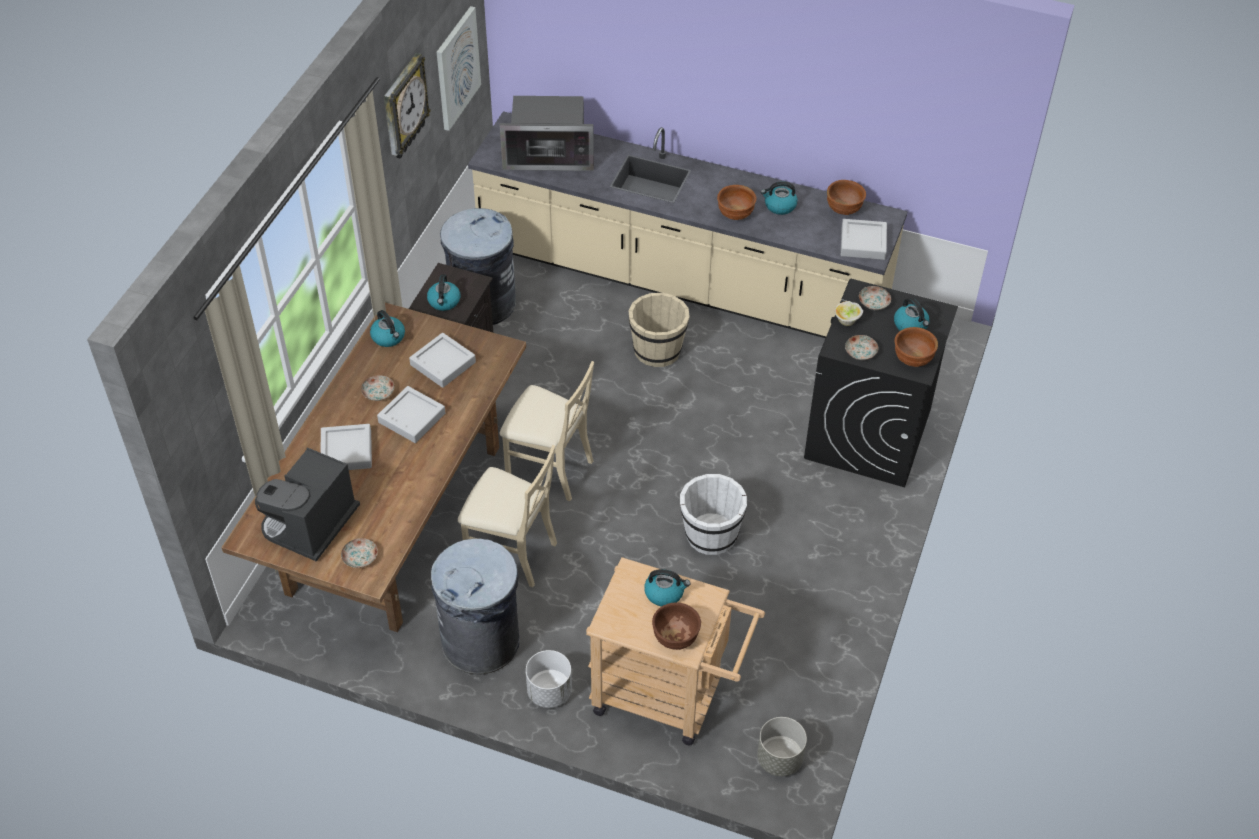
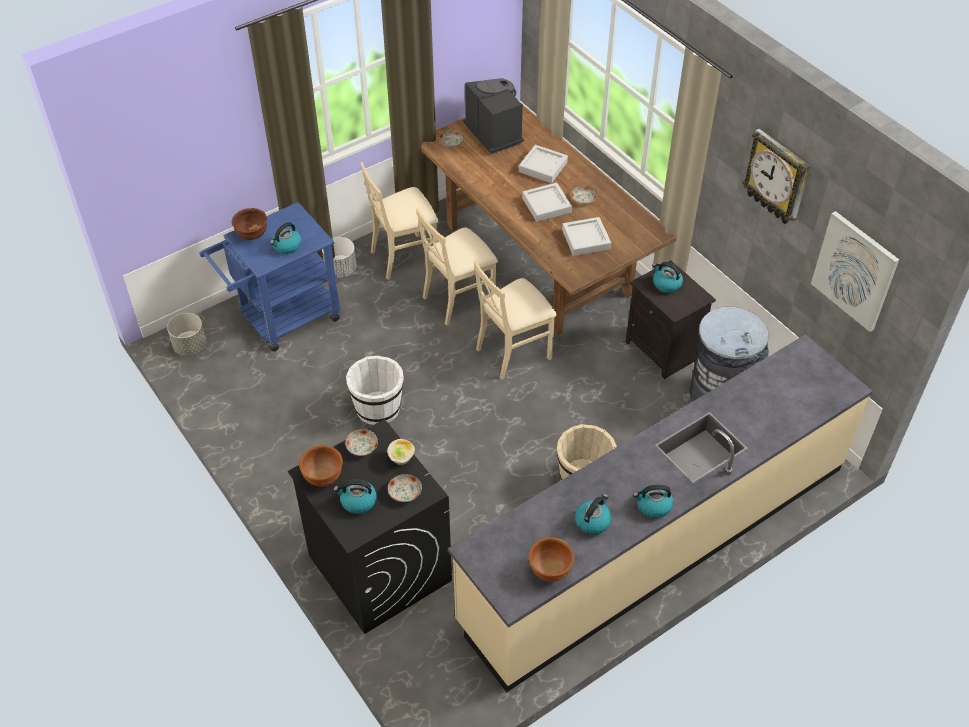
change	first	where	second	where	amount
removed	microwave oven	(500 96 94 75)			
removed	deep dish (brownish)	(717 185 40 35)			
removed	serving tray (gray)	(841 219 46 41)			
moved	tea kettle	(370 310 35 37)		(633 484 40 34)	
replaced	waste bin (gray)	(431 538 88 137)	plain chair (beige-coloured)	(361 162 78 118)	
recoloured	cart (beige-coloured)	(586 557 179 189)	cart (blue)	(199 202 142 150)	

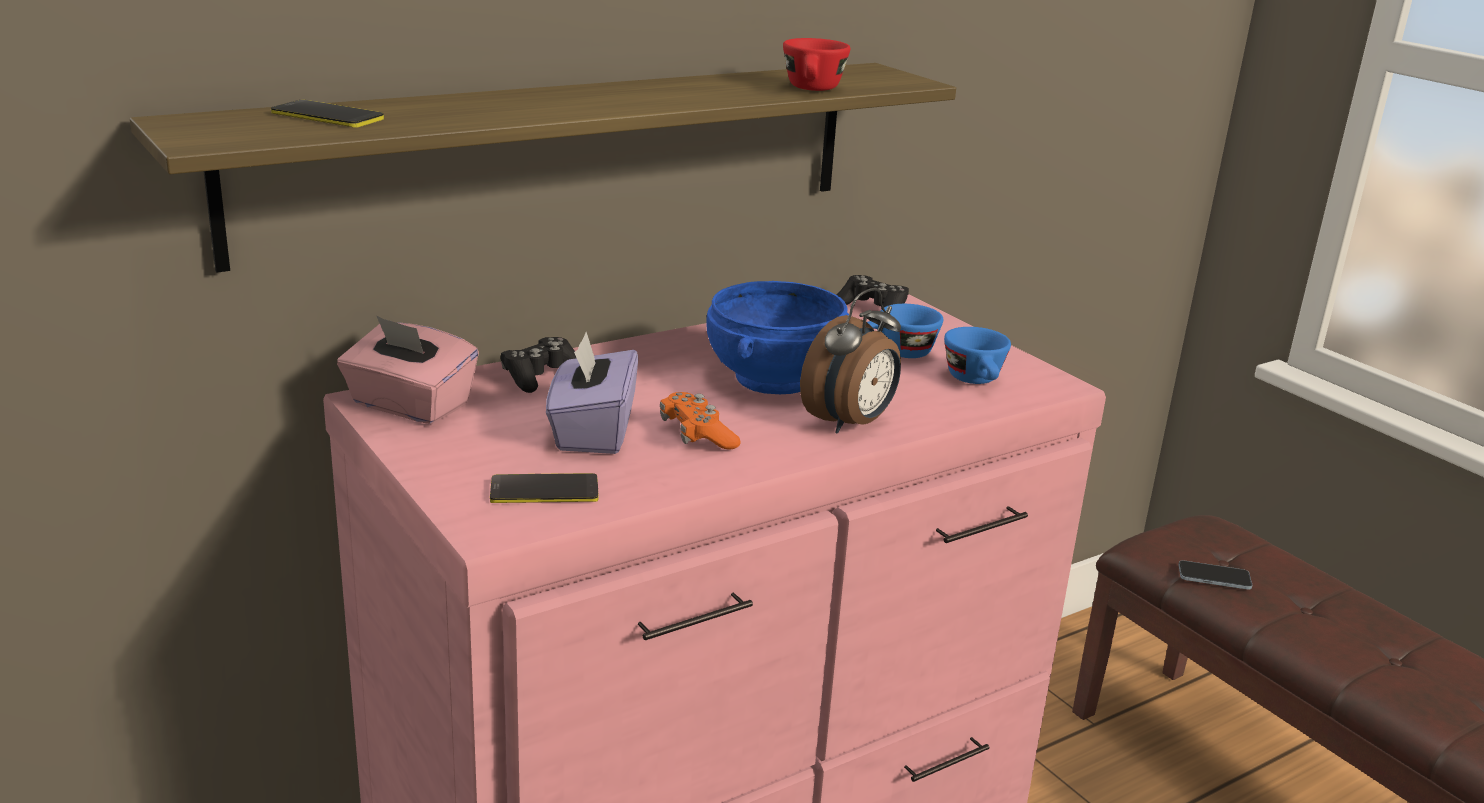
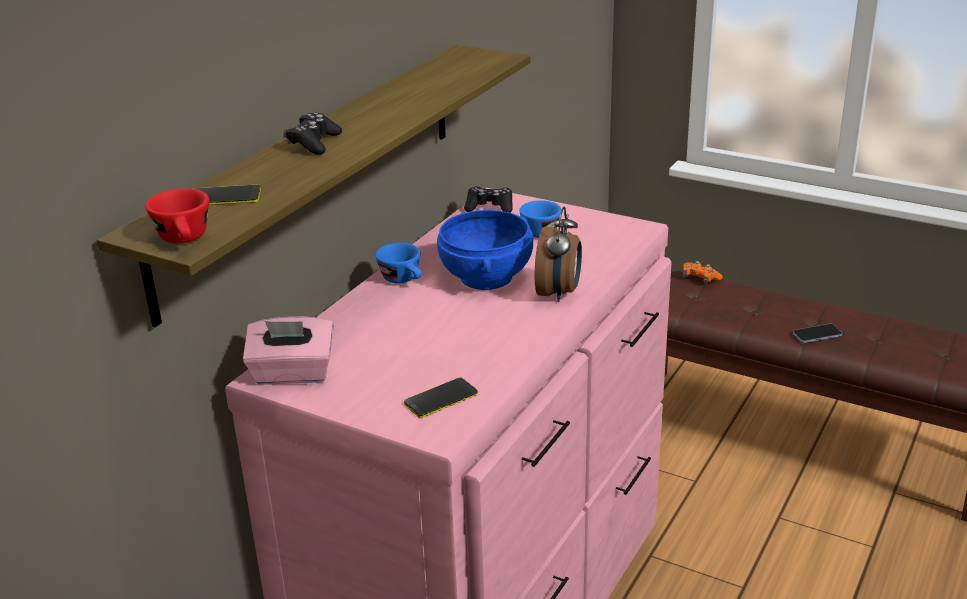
change	first	where	second	where	amount
removed	box of tissues (purple-coloured)	(546 332 92 122)			
moved	gamepad (black)	(501 337 75 56)		(286 113 56 42)	
moved	gamepad (orangey)	(660 392 81 57)		(683 261 40 22)	
moved	cup (reddish)	(783 38 67 53)		(145 188 64 56)	
moved	cup (blue)	(944 327 67 57)		(375 243 47 40)	
moved	phone	(1178 560 74 30)		(793 324 49 19)	

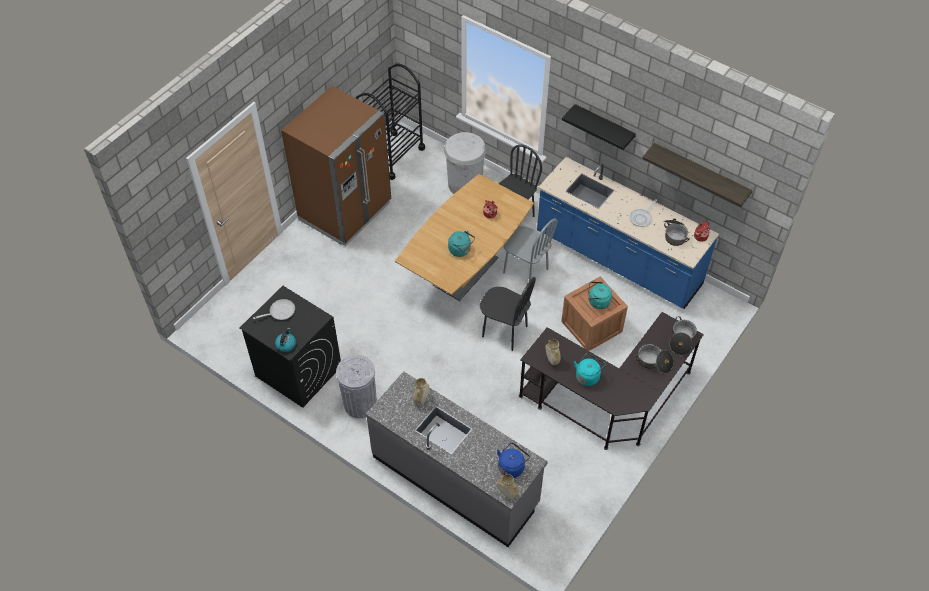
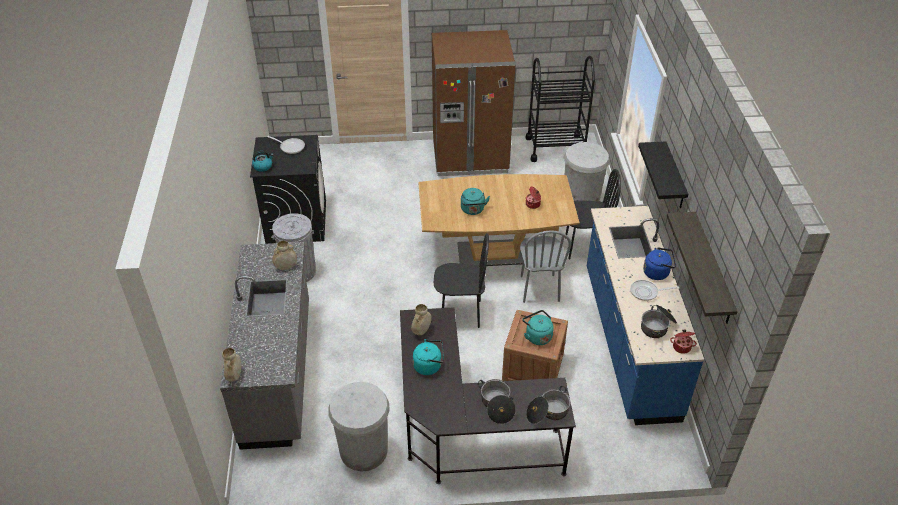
change	first	where	second	where	amount
added			waste bin (whitish)	(328 382 62 90)	
moved	tea kettle (blue)	(497 443 33 35)		(643 247 33 33)	
turned	plain chair (black)	(480 277 56 74)		(434 233 55 95)	75 degrees counterclockwise

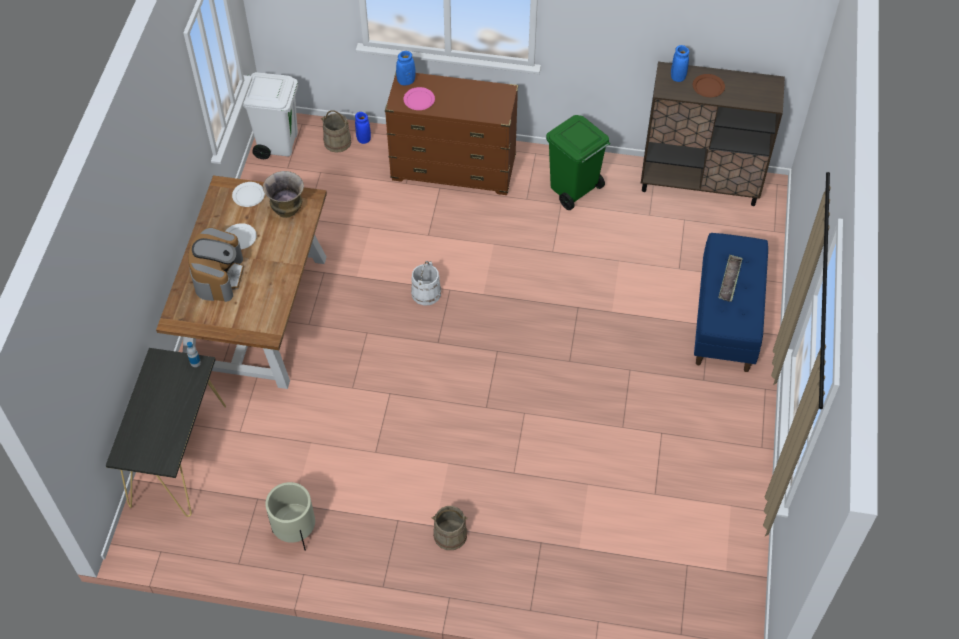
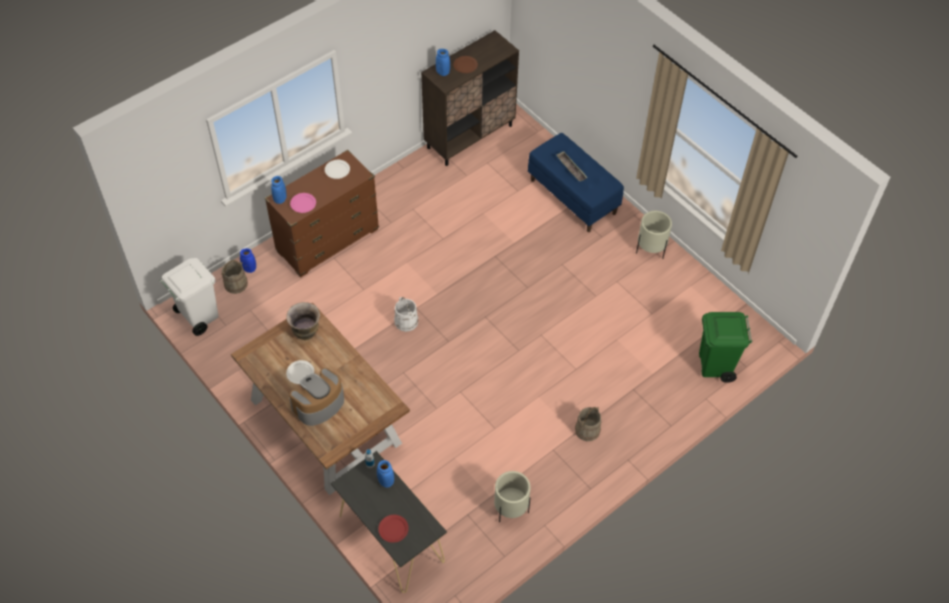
change	first	where	second	where	amount
added			flower vase (blue)	(377 460 17 27)	
added			plate (reddish)	(378 515 31 28)	
added			plant pot (beige-coloured)	(636 211 36 48)	
moved	plate (whitish)	(232 182 33 25)		(325 160 25 19)	
moved	waste bin (greenish)	(546 115 64 95)		(699 312 53 71)	
turned	coffee maker	(188 227 56 75)		(289 368 55 58)	90 degrees counterclockwise

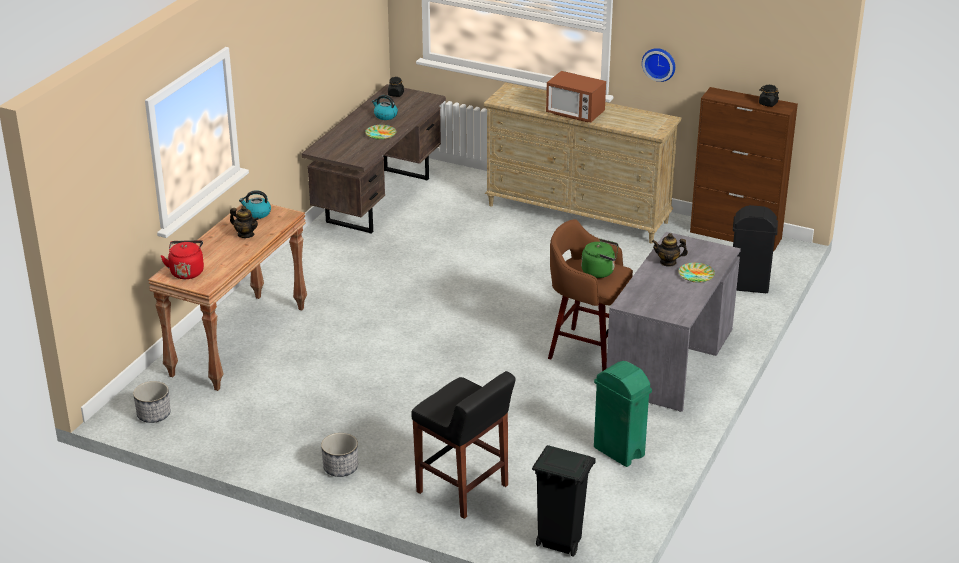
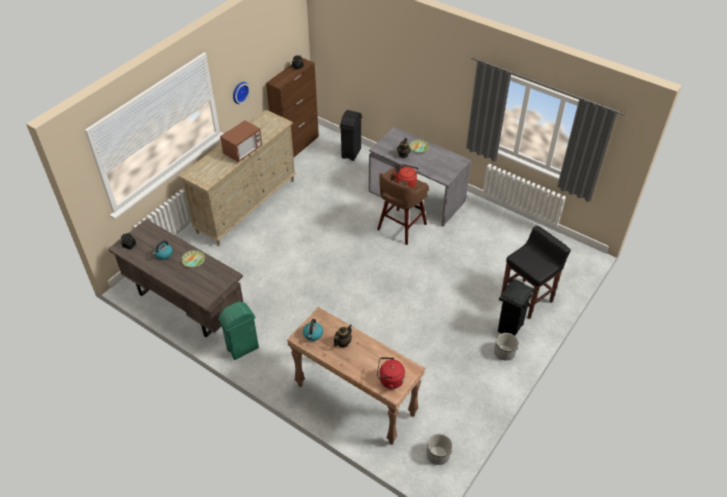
change	first	where	second	where	amount
moved	waste bin (black)	(532 445 64 112)		(498 279 38 56)	
moved	waste bin (greenish)	(594 361 58 106)		(218 302 41 58)	
recoloured	tea kettle (greenish)	(581 239 37 39)	tea kettle (reddish)	(393 164 26 24)	

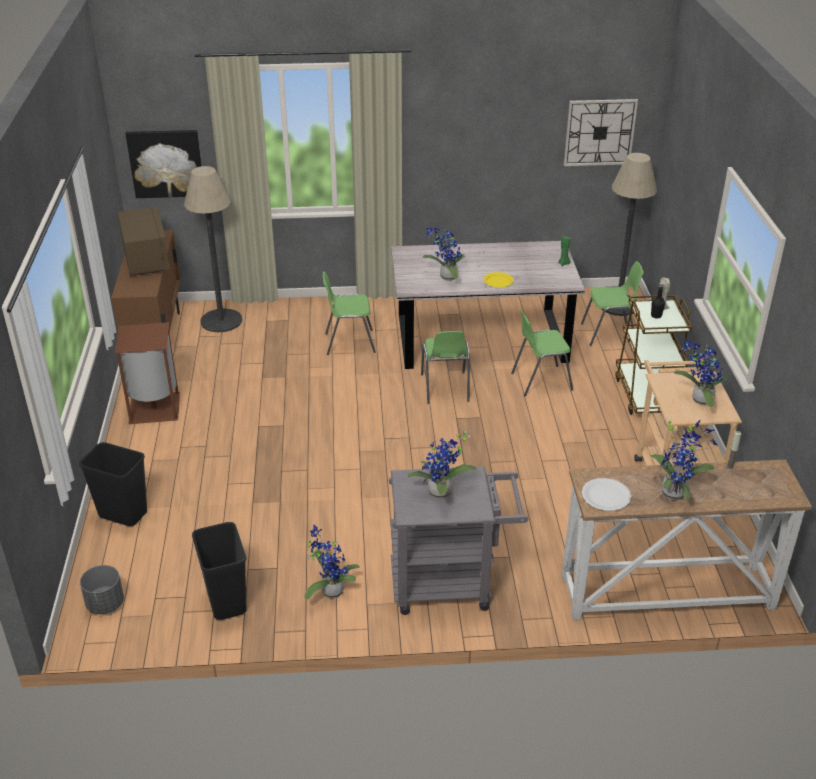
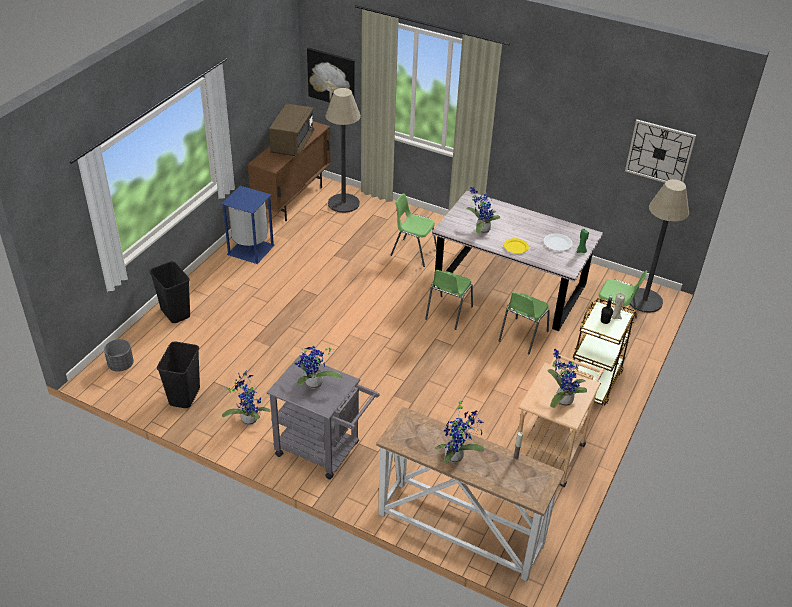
change	first	where	second	where	amount
moved	plate (whitish)	(582 478 49 33)		(543 233 29 18)	
recoloured	waste bin (brownish)	(115 322 65 102)	waste bin (blue)	(222 186 53 78)	
turned	plain chair (greenish)	(511 310 62 86)		(499 292 51 63)	75 degrees counterclockwise

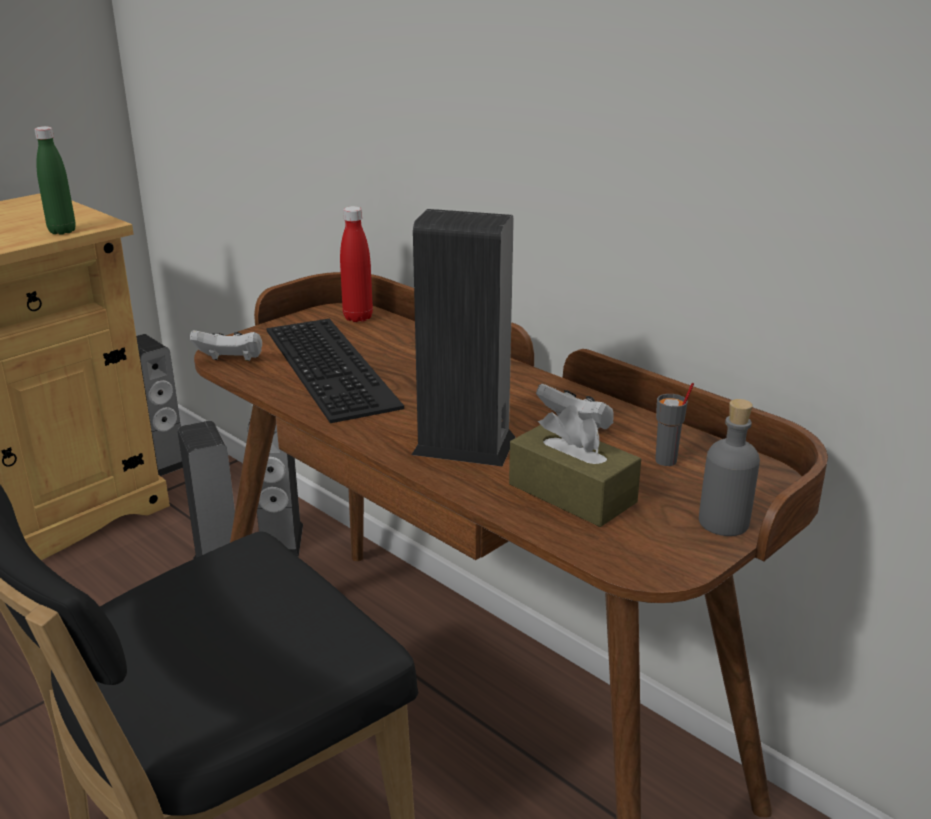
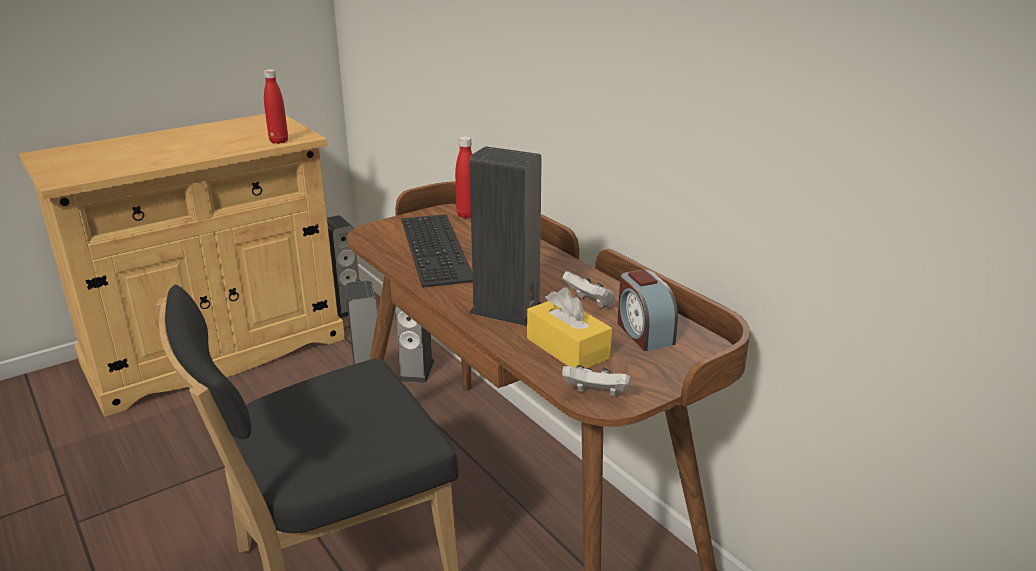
change	first	where	second	where	amount
removed	drink bottle (gray)	(699 399 61 137)			
moved	gamepad (whitish)	(190 330 72 31)		(562 365 69 31)	
replaced	cup (gray)	(655 383 39 83)	bedside clock	(617 270 61 81)	
recoloured	drink bottle (greenish)	(34 126 41 109)	drink bottle (reddish)	(264 69 24 75)	
recoloured	box of tissues (brownish)	(509 405 132 122)	box of tissues (yellowish)	(527 287 85 81)	

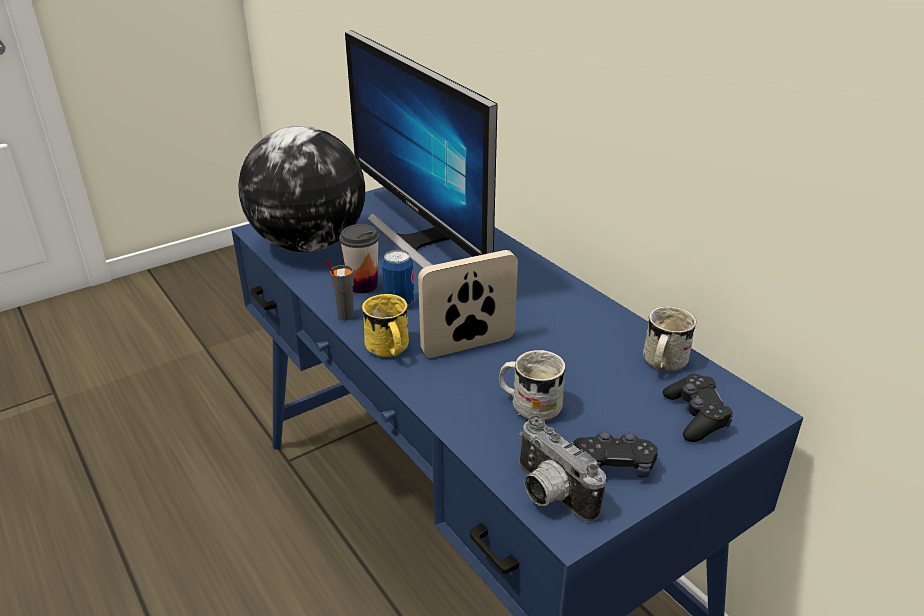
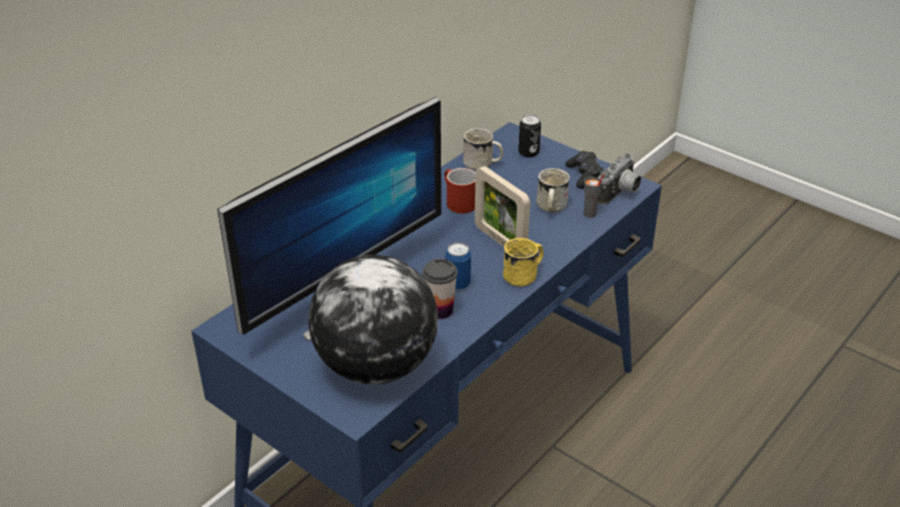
change	first	where	second	where	amount
added			mug (reddish)	(444 168 32 46)	
moved	cup (gray)	(326 259 28 61)		(584 174 20 44)	
replaced	gamepad (black)	(663 374 70 68)	metal can	(518 115 23 42)	

